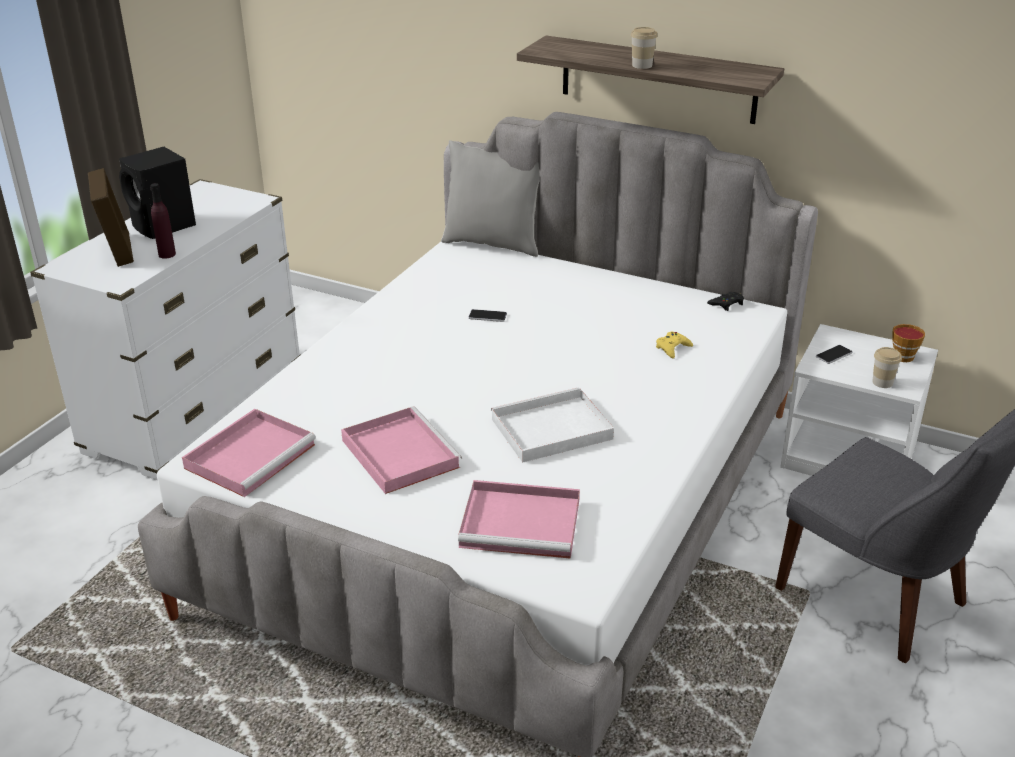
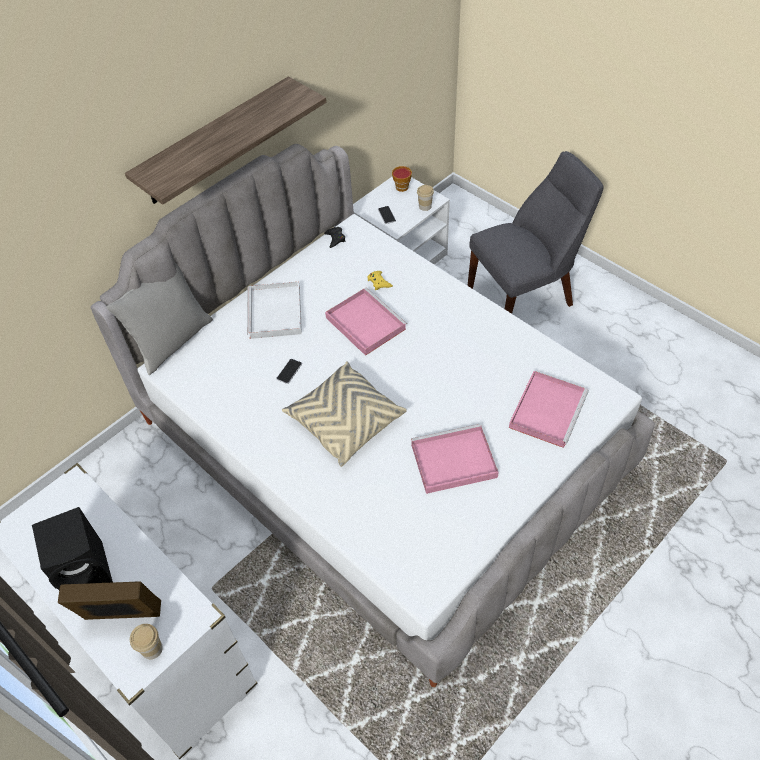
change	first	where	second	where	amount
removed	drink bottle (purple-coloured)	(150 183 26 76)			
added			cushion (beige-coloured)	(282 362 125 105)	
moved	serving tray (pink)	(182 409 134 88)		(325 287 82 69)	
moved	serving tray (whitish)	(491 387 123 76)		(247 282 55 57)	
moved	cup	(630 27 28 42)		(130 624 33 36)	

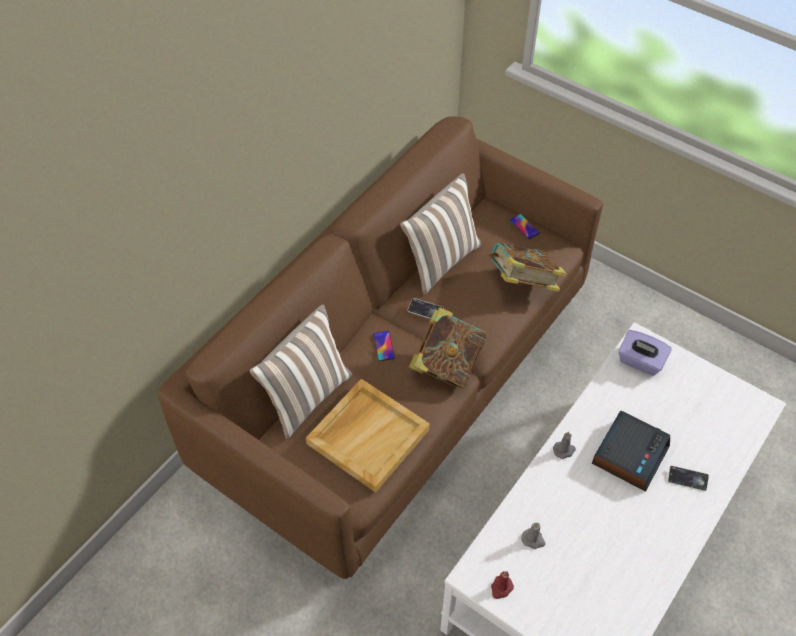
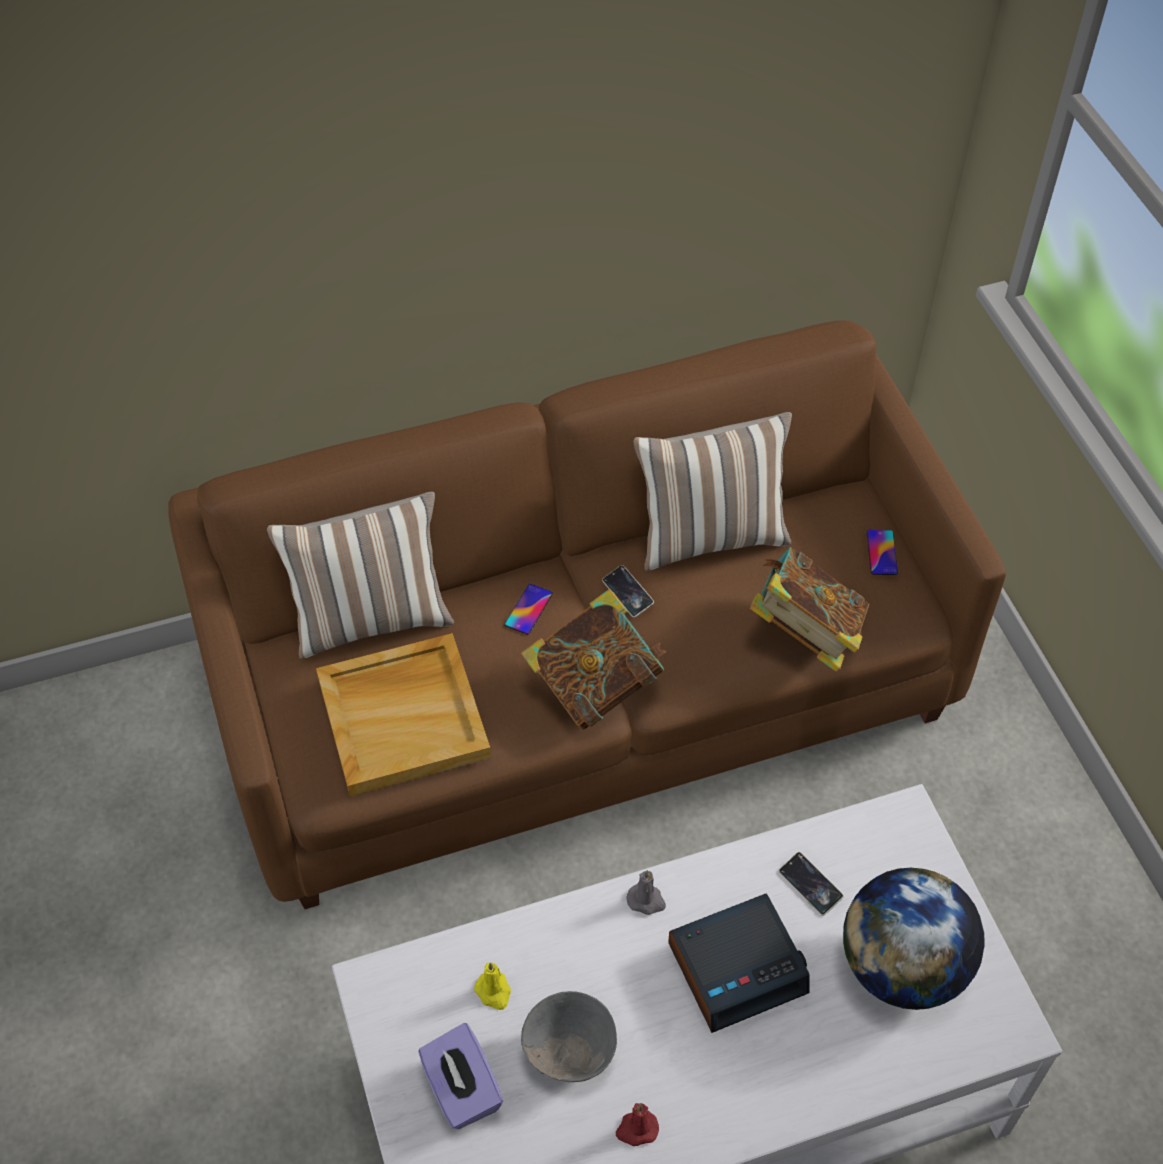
change	first	where	second	where	amount
added			deep dish (gray)	(521 991 96 91)	
added			world globe	(843 868 142 142)	
moved	wax candle (reddish)	(491 571 23 28)		(616 1103 43 43)	
moved	box of tissues (purple-coloured)	(618 330 54 46)		(418 1023 85 106)	
moved	phone	(668 465 41 26)		(779 852 65 64)	
recoloured	wax candle (gray)	(521 523 24 26)	wax candle (yellowish)	(474 962 37 48)	

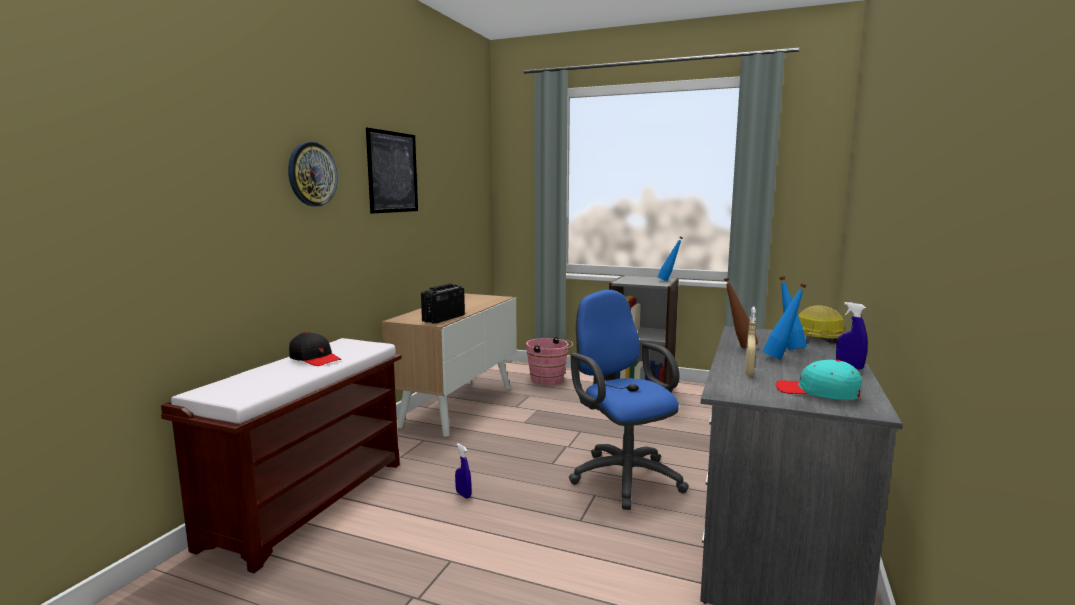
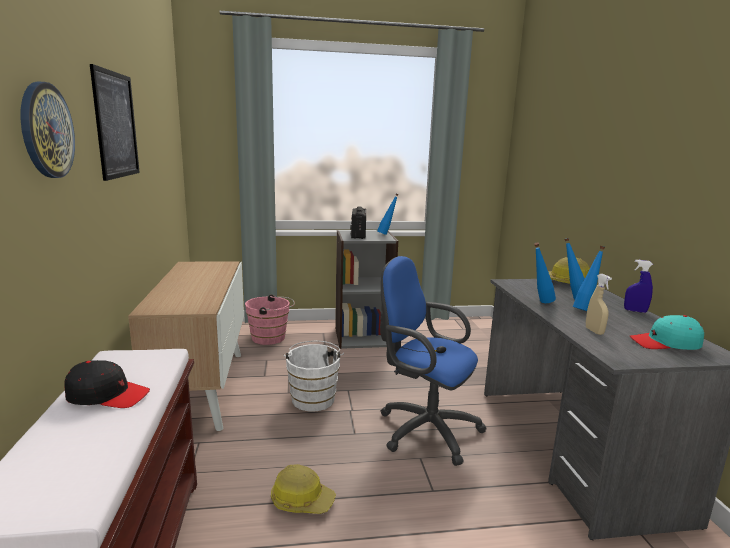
change	first	where	second	where	amount
added			pail (whitish)	(284 340 60 72)	
moved	radio set	(421 283 44 41)		(350 206 16 33)	
replaced	spray bottle (blue)	(455 443 17 56)	work helmet	(271 464 65 50)	
recoloured	drink bottle (brownish)	(724 277 34 71)	drink bottle (blue)	(534 243 22 60)	

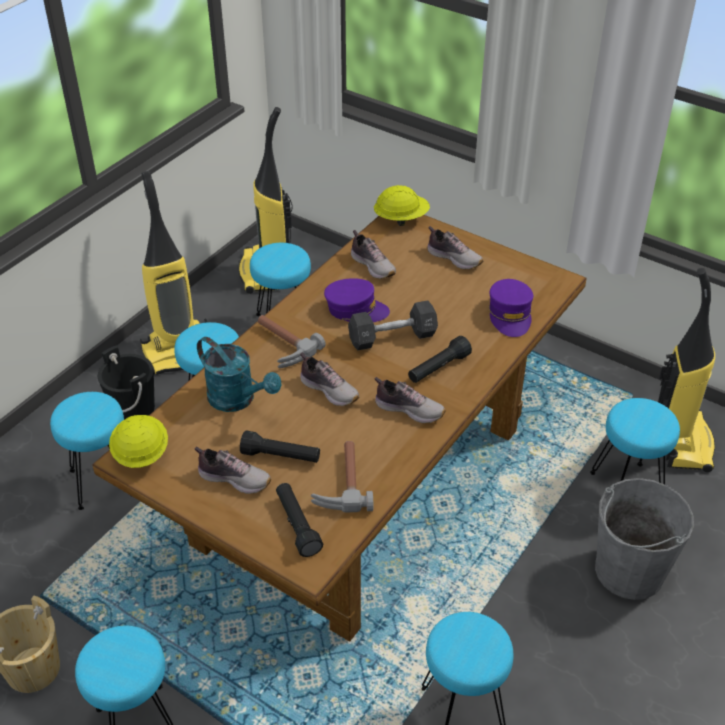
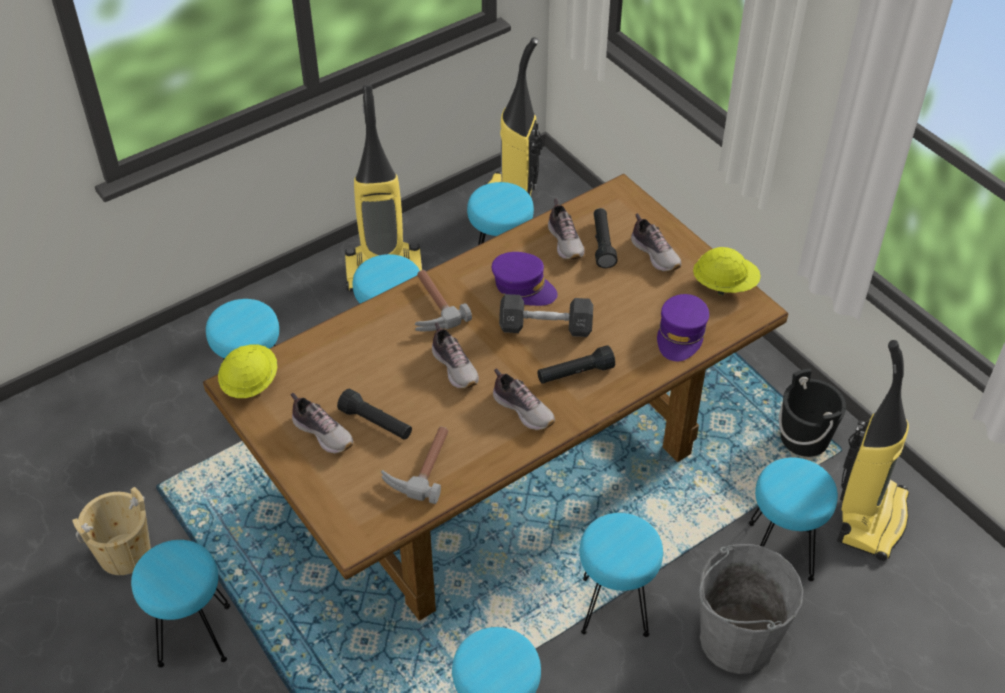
change	first	where	second	where	amount
removed	watering can (turquoise)	(197 337 84 75)			
added			stool (turquoise)	(580 513 83 124)	
moved	pail (black)	(98 345 57 75)		(779 369 67 88)	
moved	hand torch (black)	(276 483 47 74)		(594 208 24 60)	
moved	work helmet (yellowish)	(374 185 56 41)		(693 247 68 49)	

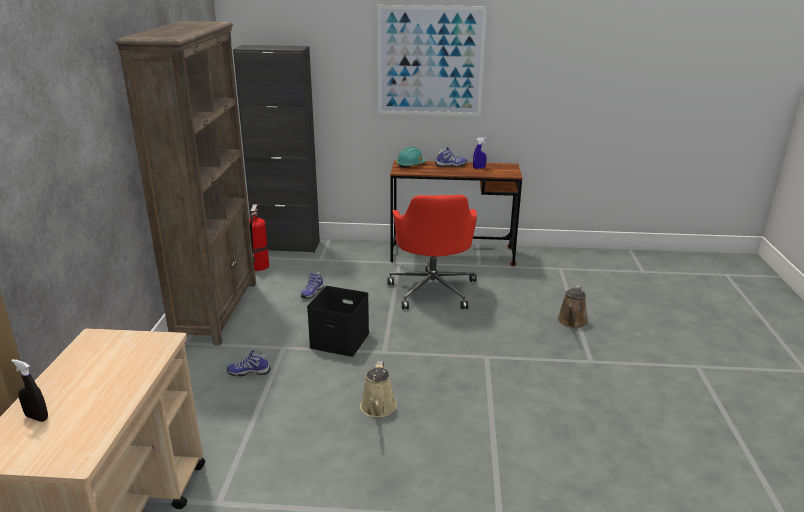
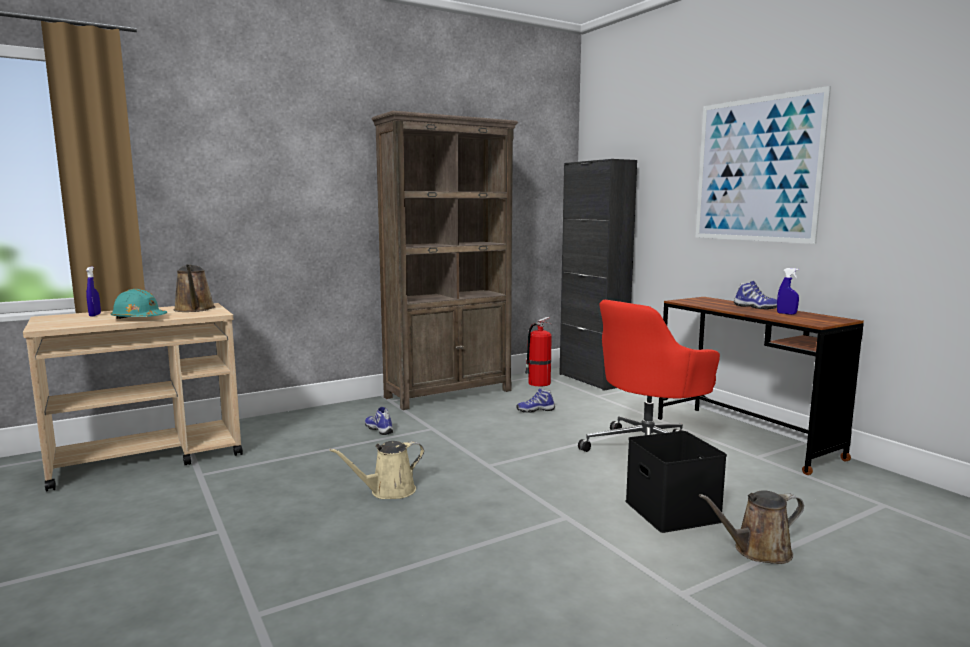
change	first	where	second	where	amount
added			watering can (brownish)	(174 264 41 48)	
moved	storage bin (black)	(307 286 62 71)		(625 431 102 102)	
moved	work helmet (turquoise)	(396 146 31 22)		(110 289 57 30)	
recoloured	spray bottle (black)	(11 359 37 63)	spray bottle (blue)	(86 267 15 50)	

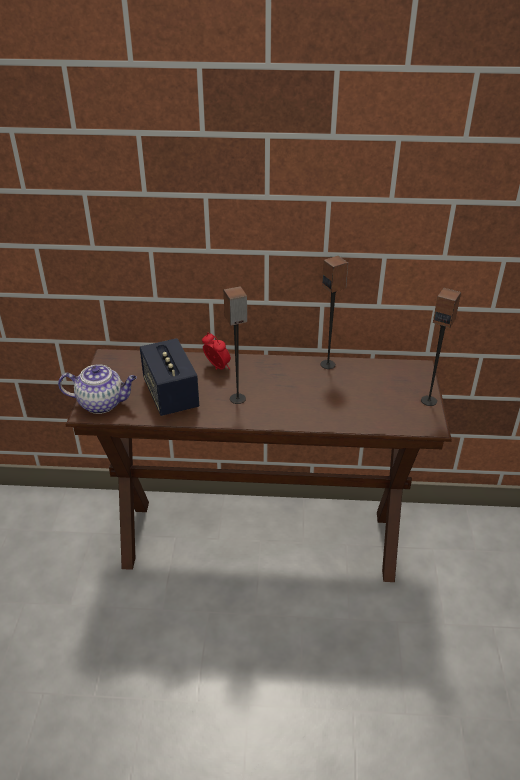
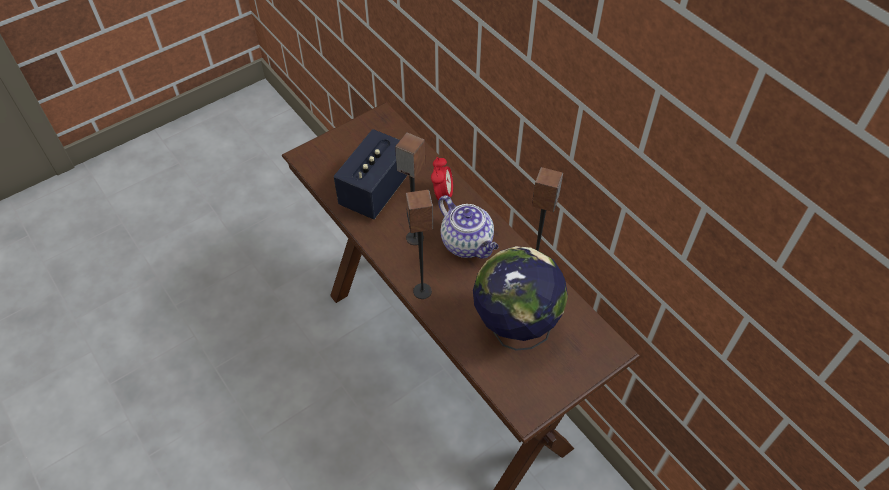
change	first	where	second	where	amount
added			world globe	(473 246 95 105)	
moved	pot for tea	(58 364 79 50)		(438 195 60 64)	
moved	speaker	(421 288 40 118)		(406 190 27 109)	

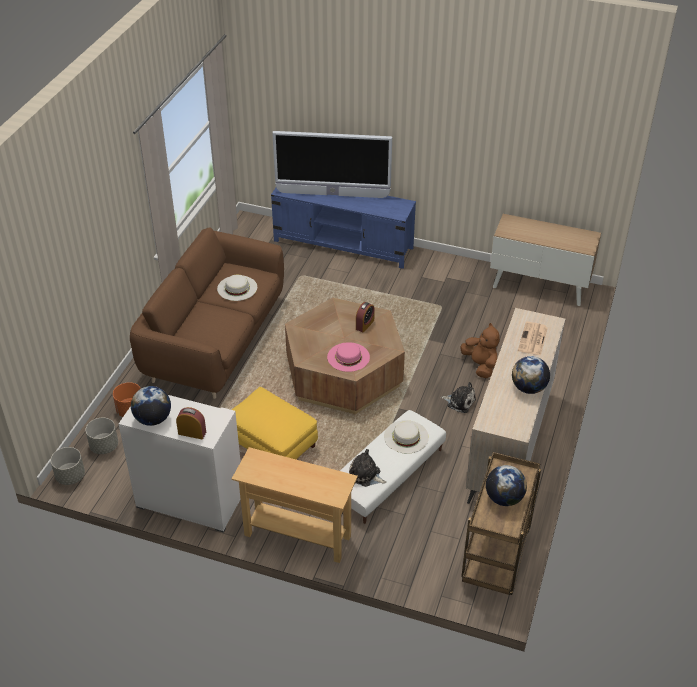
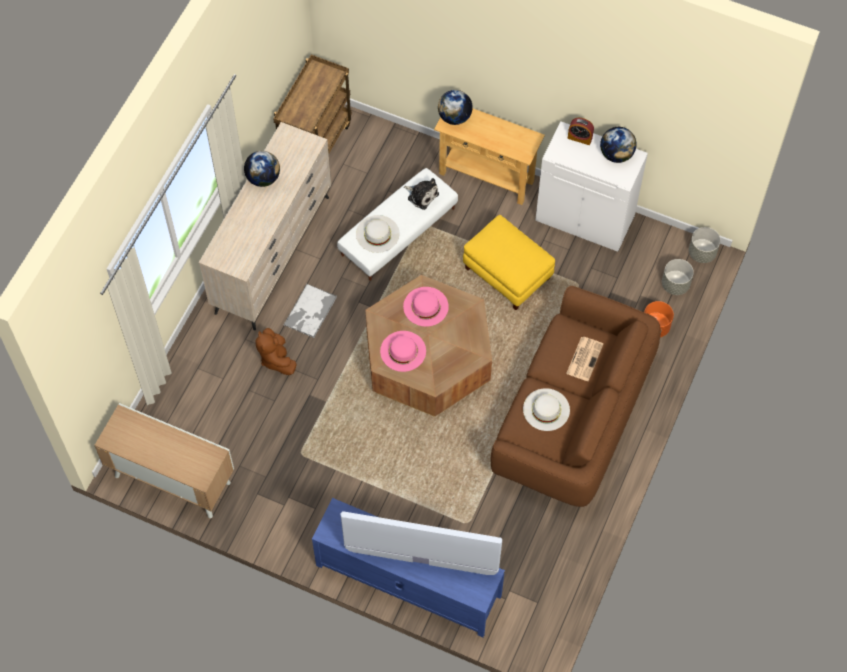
change	first	where	second	where	amount
moved	world globe	(486 465 41 41)		(438 90 35 35)	
moved	newspaper	(518 322 30 34)		(566 337 37 44)	
replaced	bedside clock	(356 302 19 30)	wearable hat (pink)	(380 331 46 41)	
replaced	plush toy	(441 382 35 31)	serving tray	(284 284 53 54)	

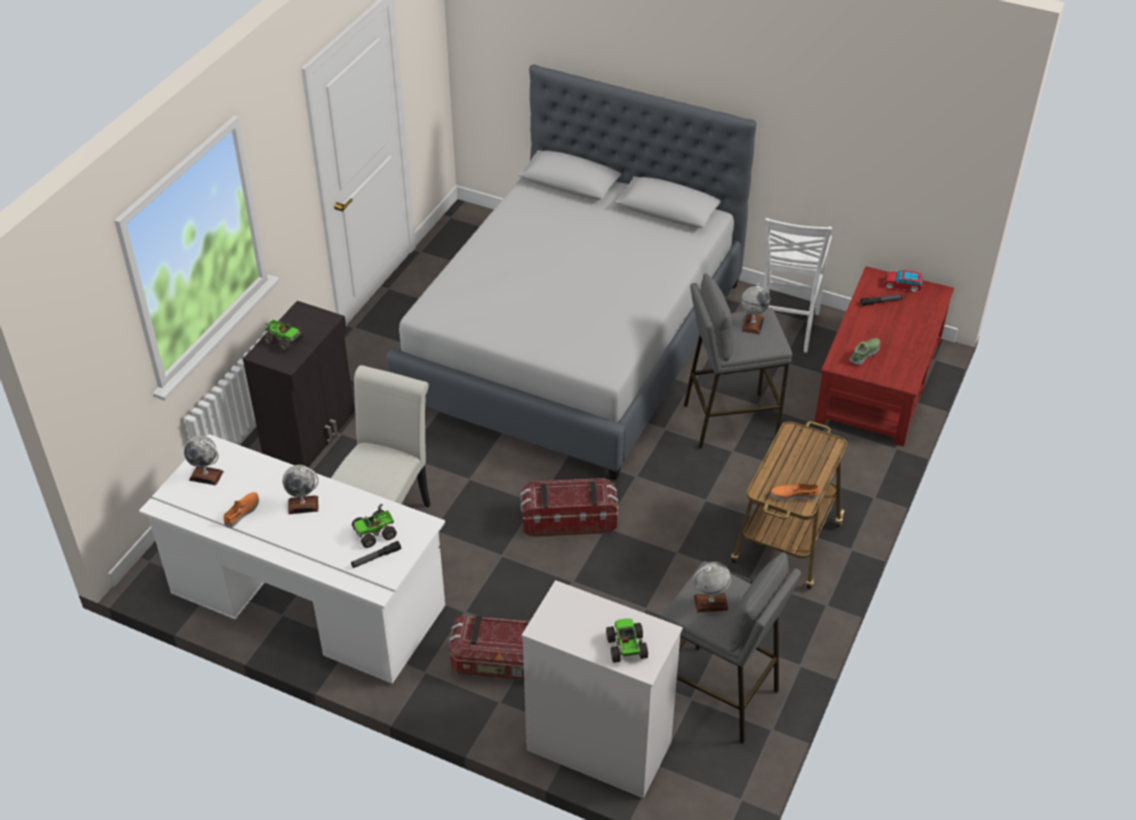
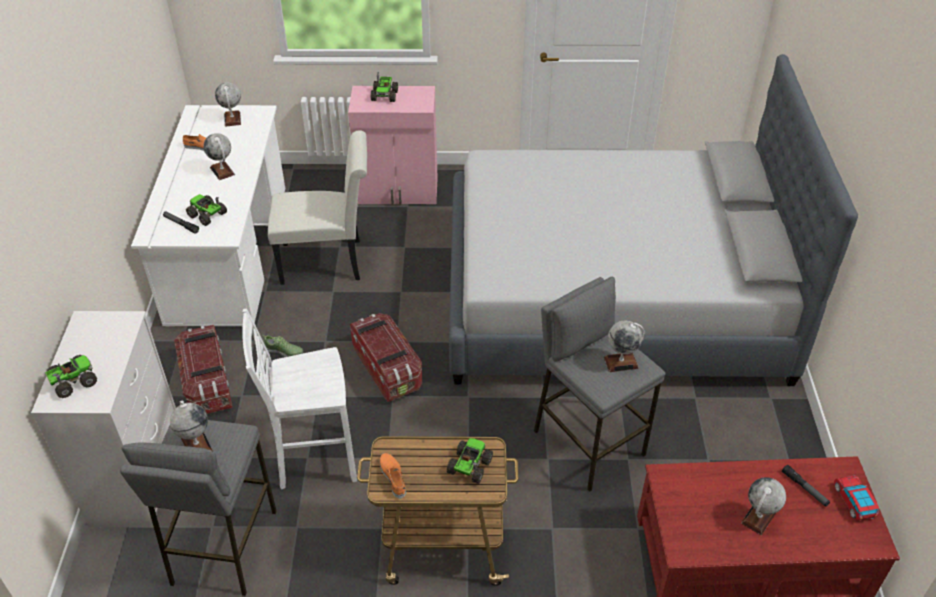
change	first	where	second	where	amount
added			toy lorry	(447 438 46 46)	
added			world globe	(741 477 45 58)	
moved	stool (whitish)	(764 218 68 134)		(242 309 115 181)	
moved	low shoe	(849 338 31 27)		(263 335 40 22)	
recoloured	cupboard (black)	(243 301 112 167)	cupboard (pink)	(348 86 90 119)	

